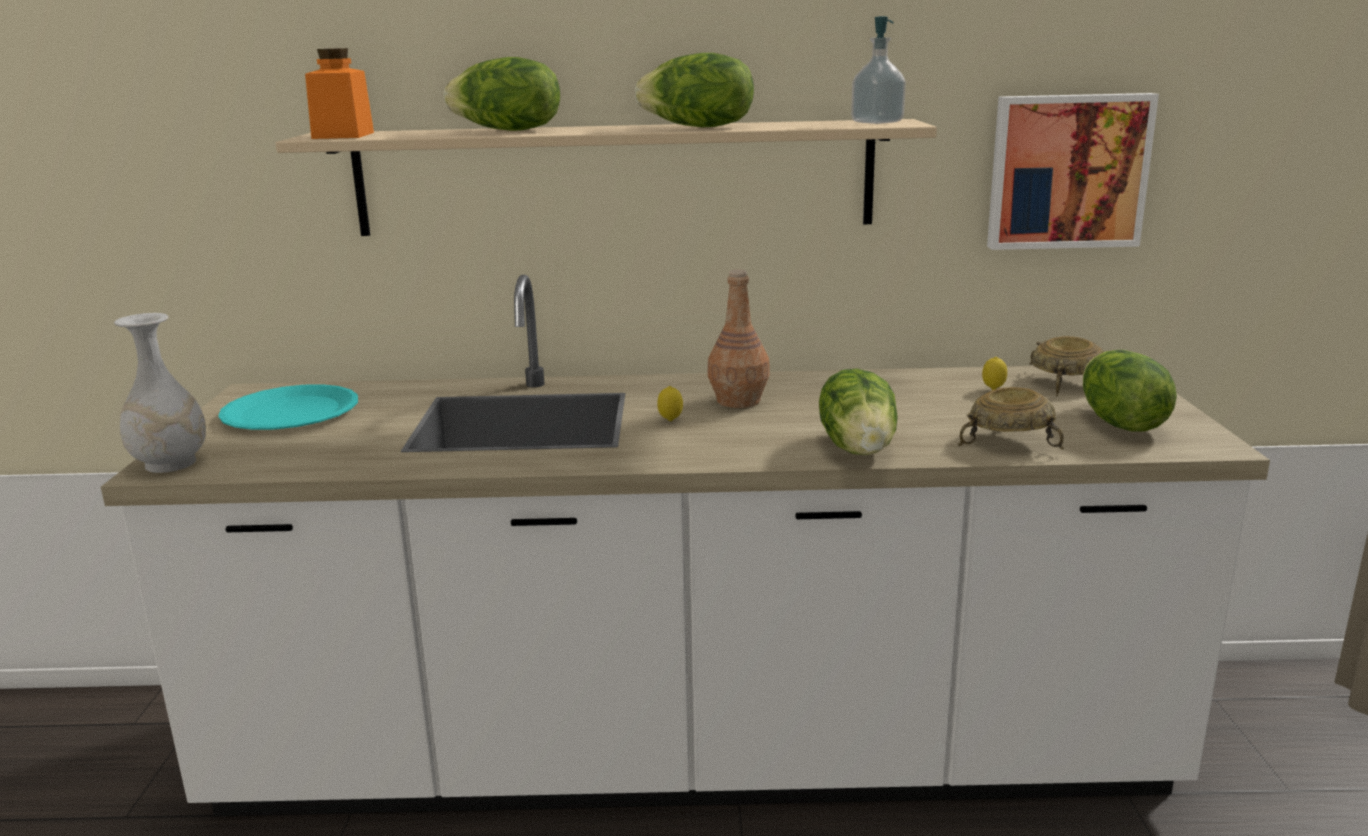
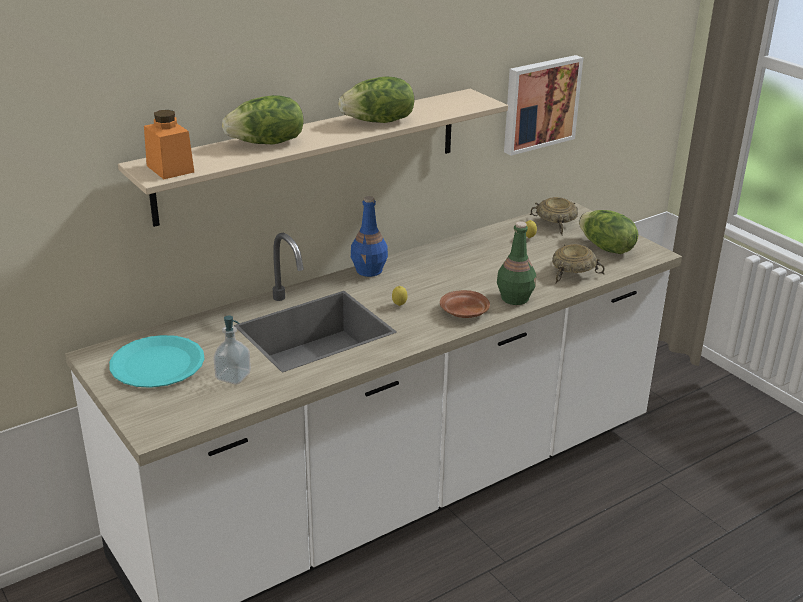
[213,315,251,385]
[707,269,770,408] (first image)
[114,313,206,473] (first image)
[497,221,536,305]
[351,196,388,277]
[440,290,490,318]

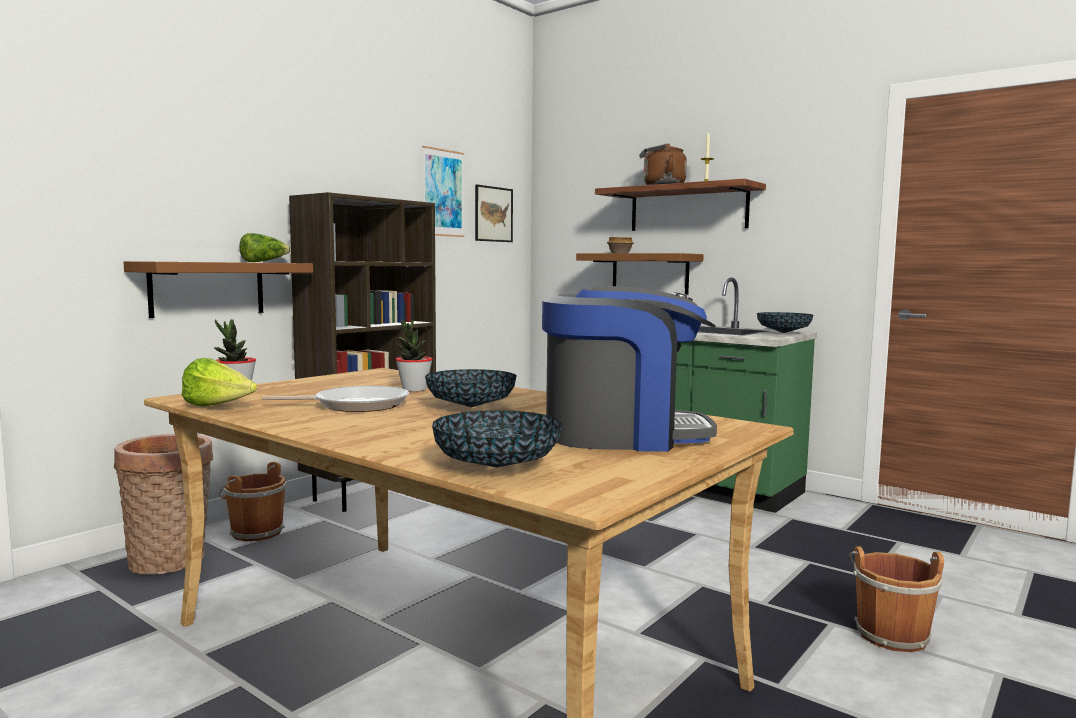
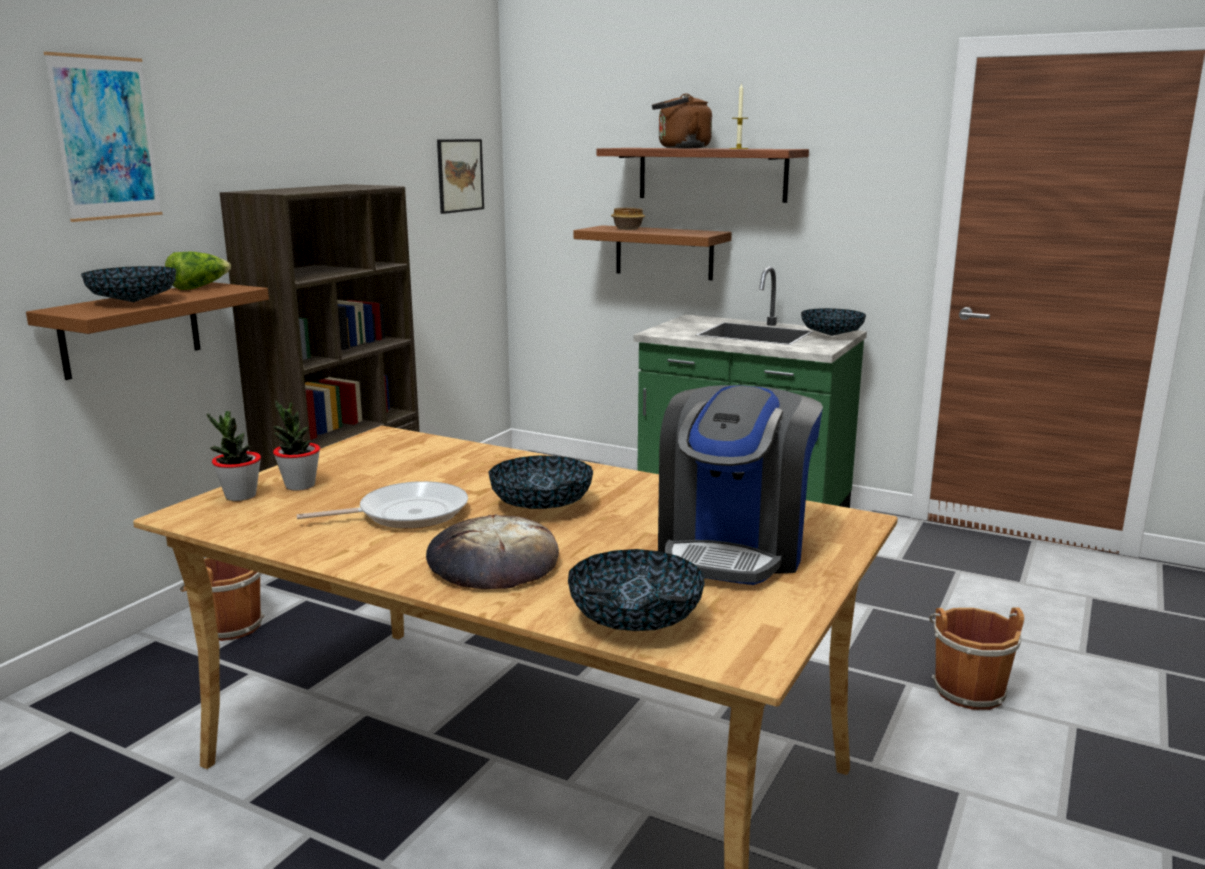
[44,52,163,222]
[658,385,823,585]
[273,401,320,491]
[182,358,257,406] (first image)
[114,434,213,575] (first image)
[81,266,176,302]
[426,514,559,589]

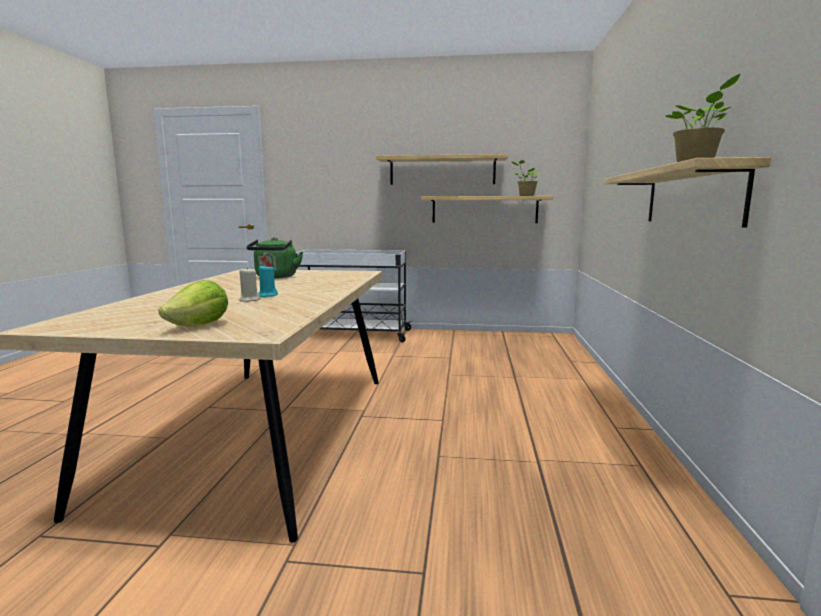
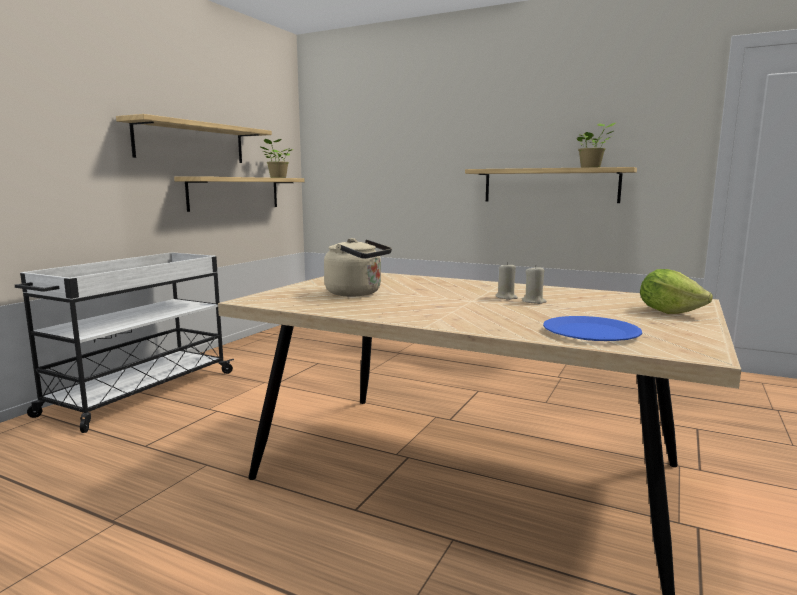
[324,238,392,297]
[496,262,518,300]
[543,316,642,341]

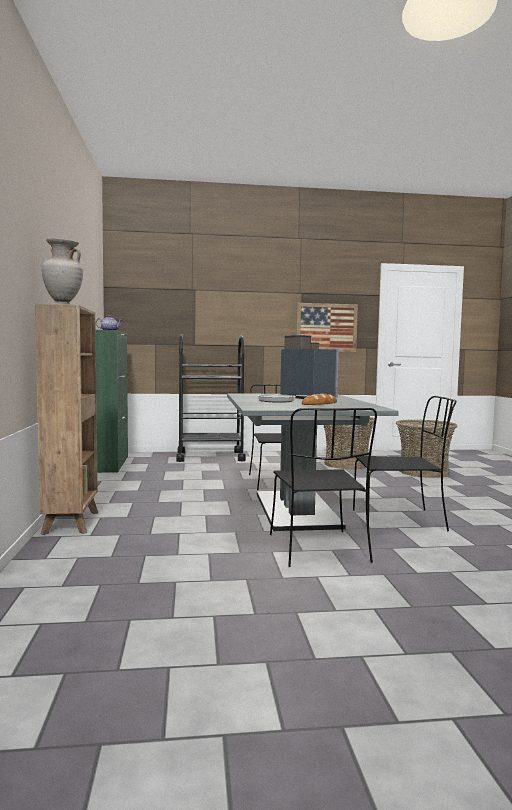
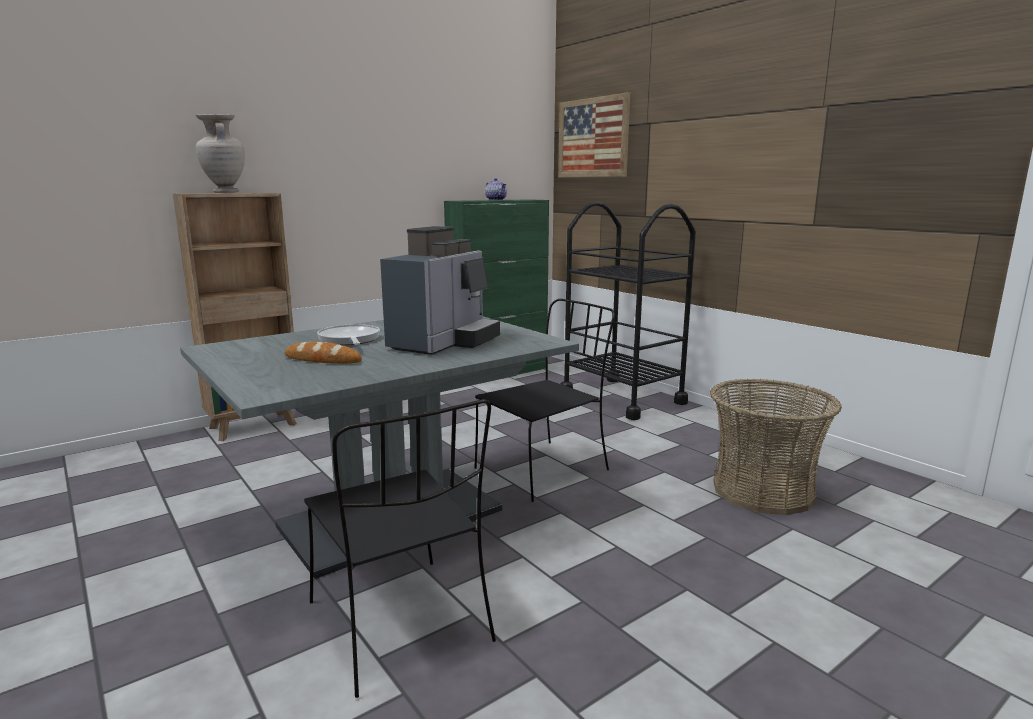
[558,92,630,178]
[270,408,377,567] (first image)
[396,419,458,478] (first image)

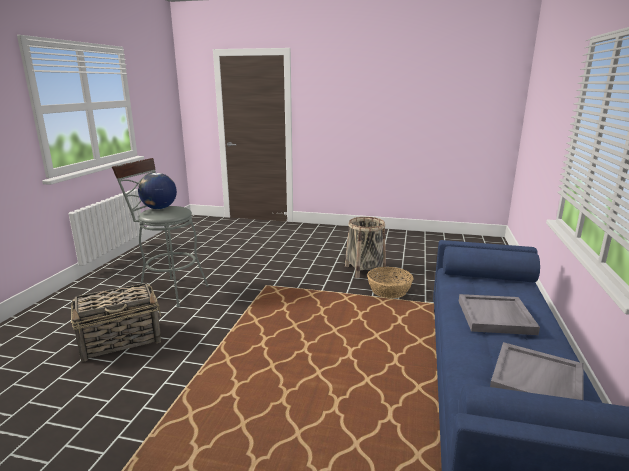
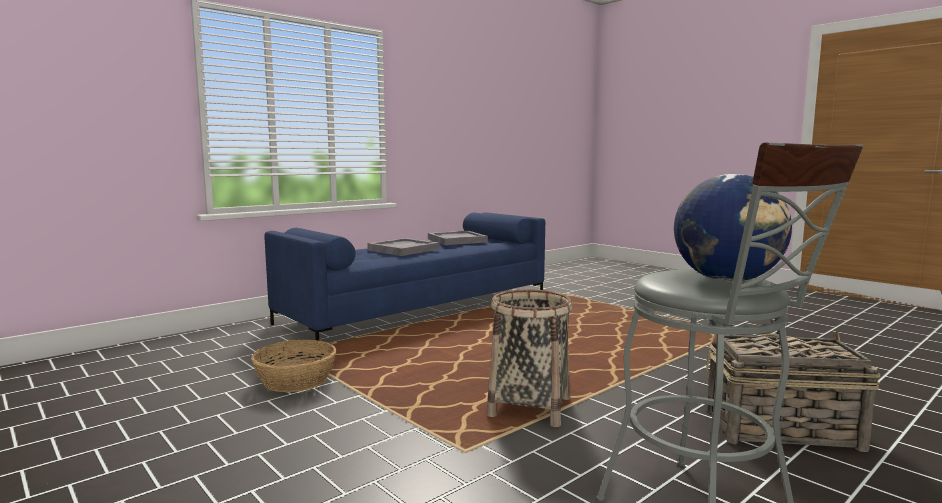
[487,289,572,427]

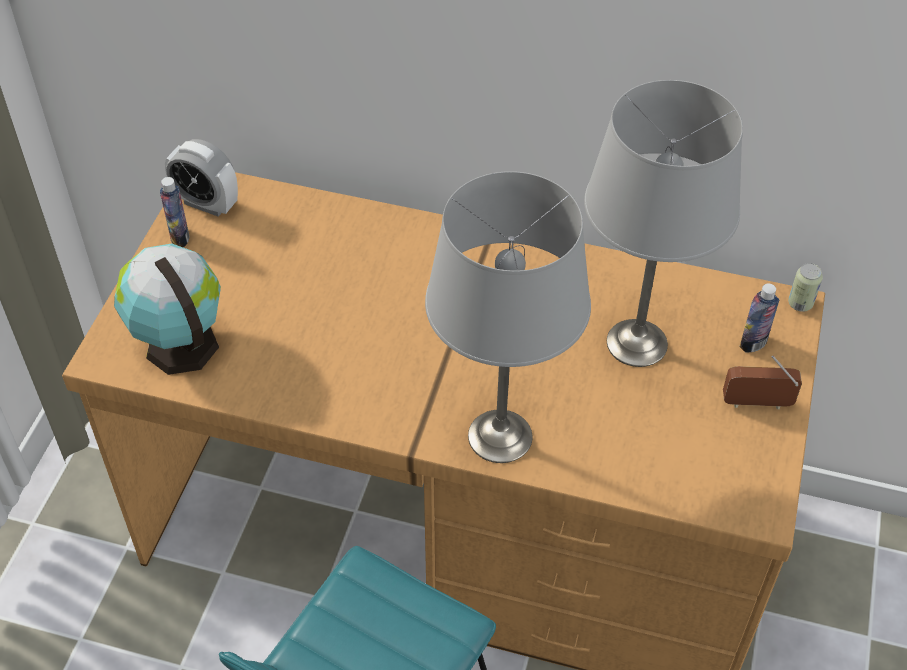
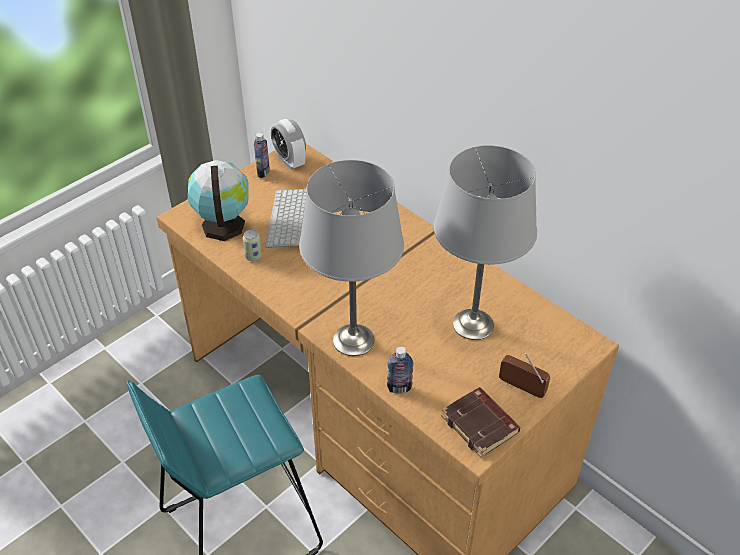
[243,230,262,261]
[387,346,414,394]
[265,188,307,248]
[441,387,521,458]

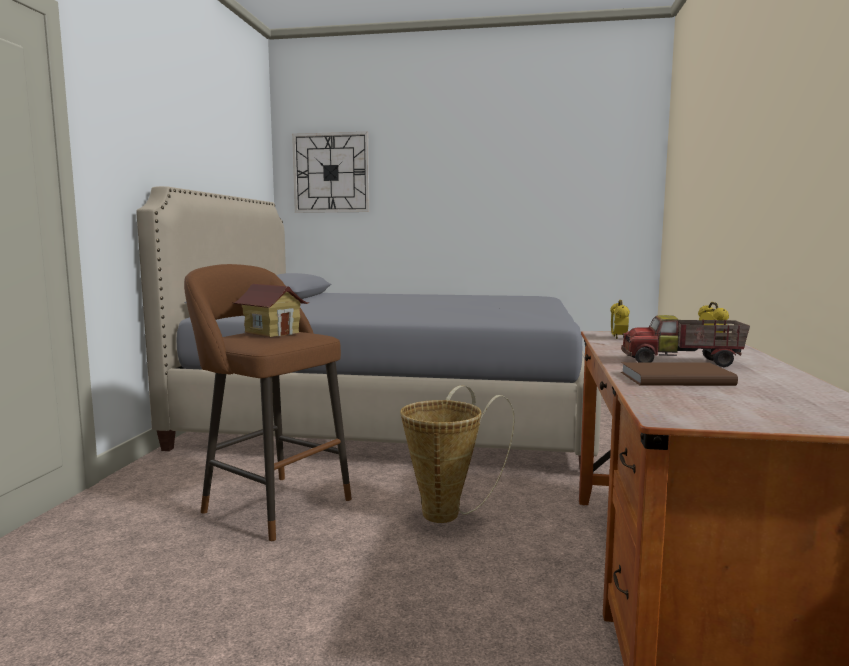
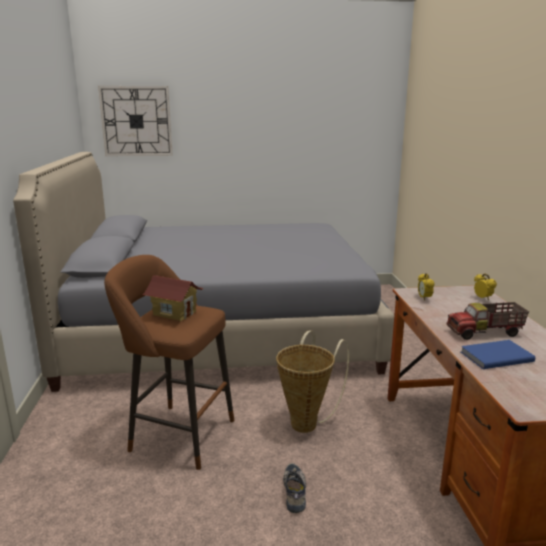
[461,340,535,369]
[283,463,306,513]

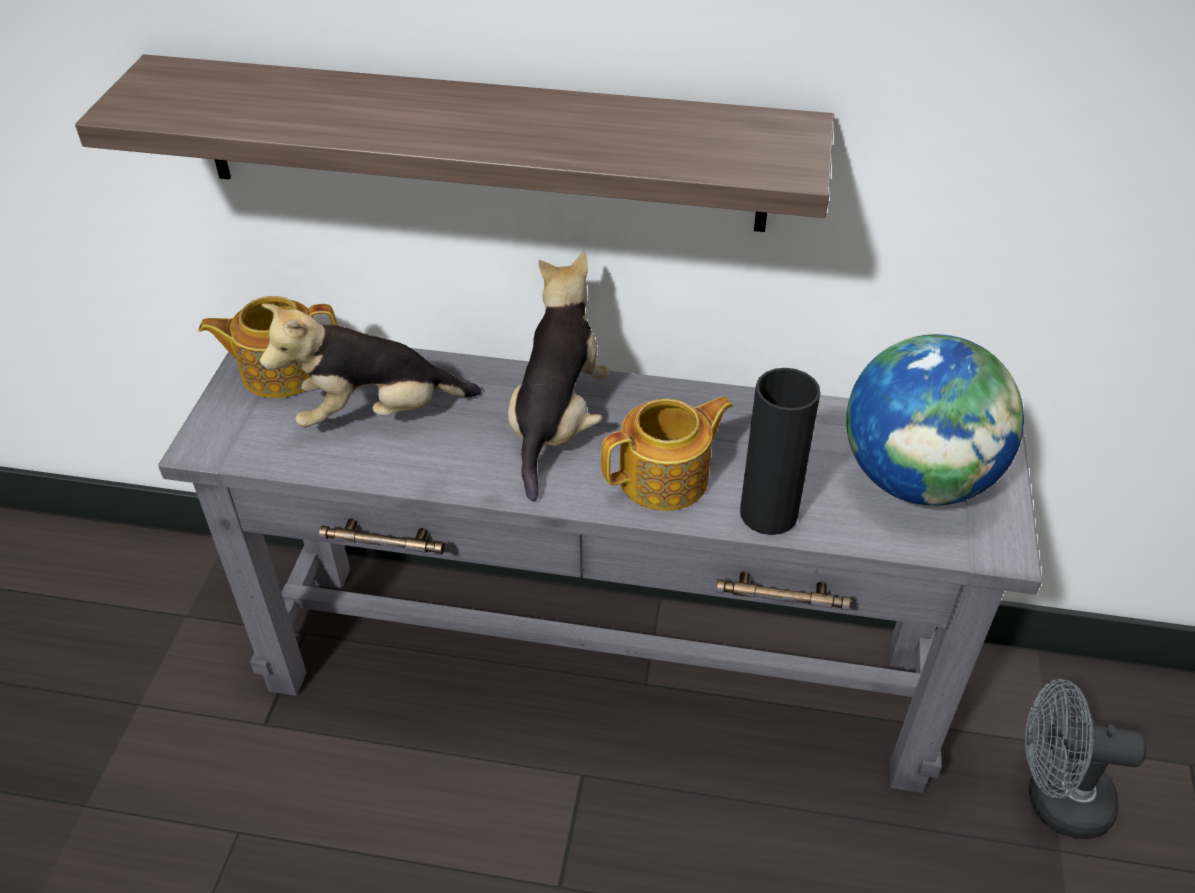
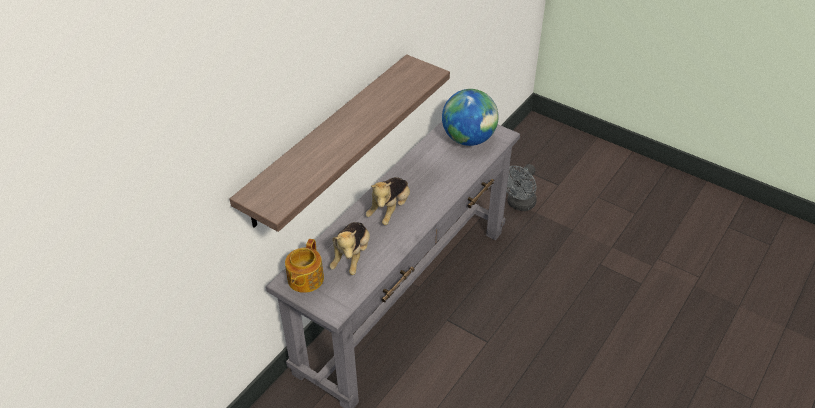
[366,177,410,225]
[740,368,820,535] (first image)
[601,396,734,511] (first image)

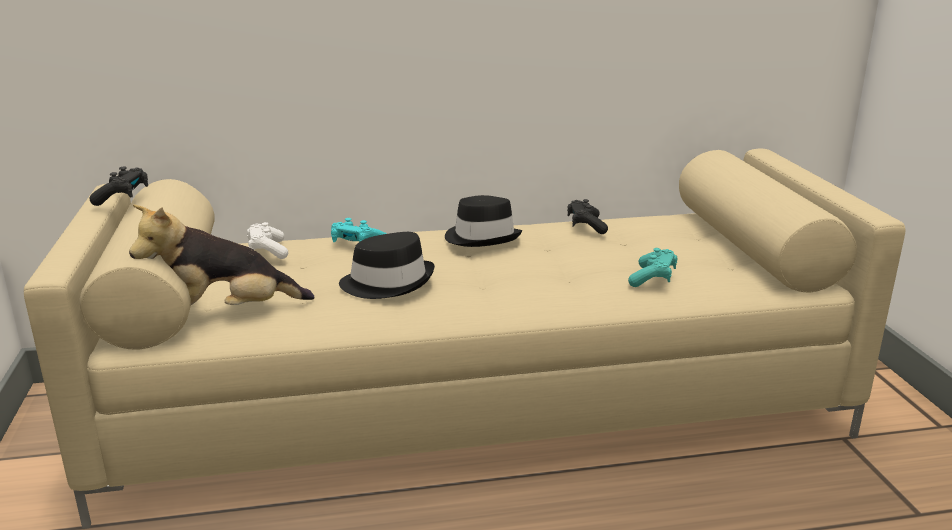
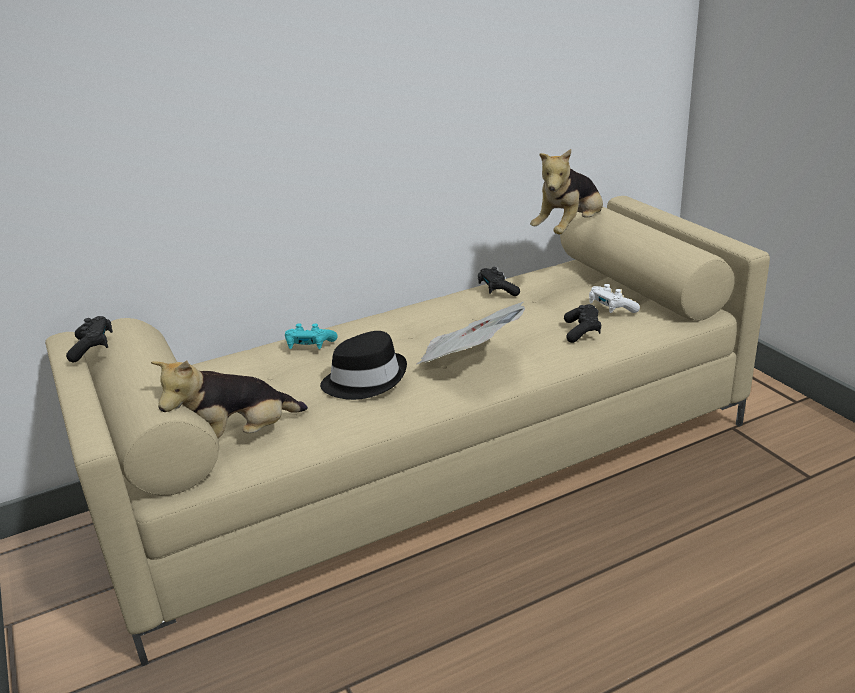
[445,195,522,247] (first image)
[589,284,640,313]
[564,304,601,343]
[530,149,603,234]
[416,302,525,365]

